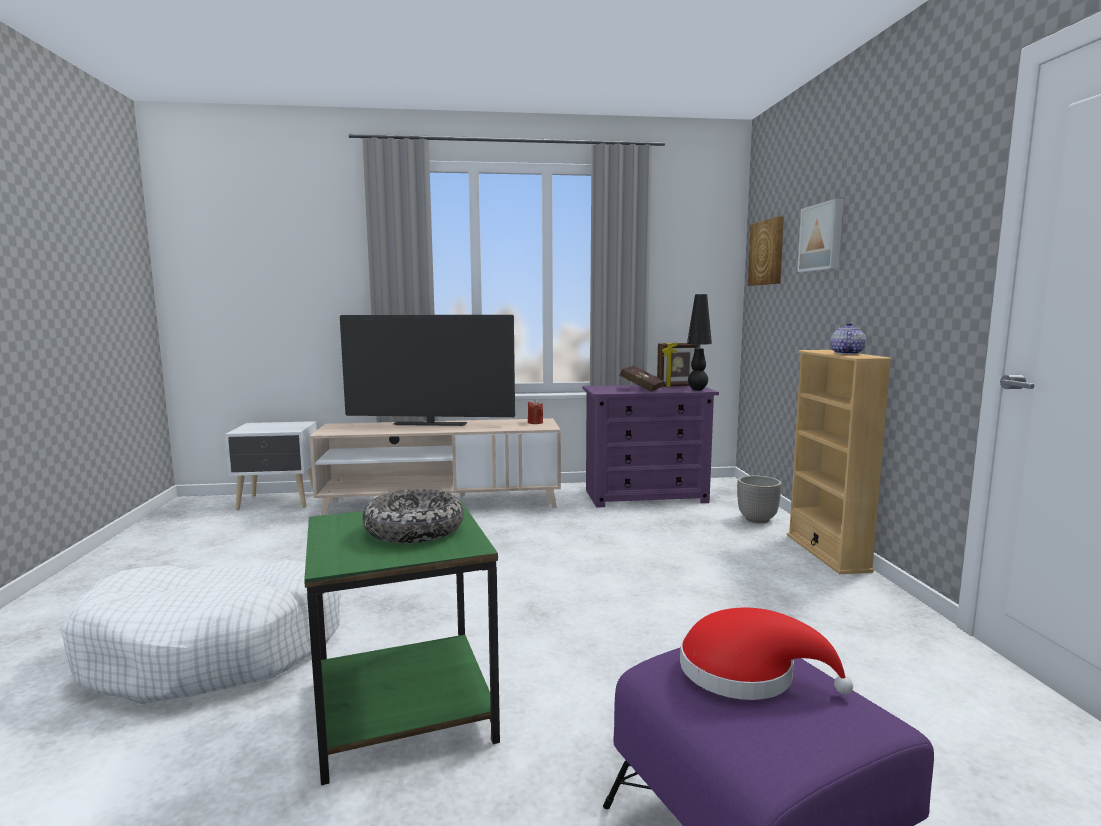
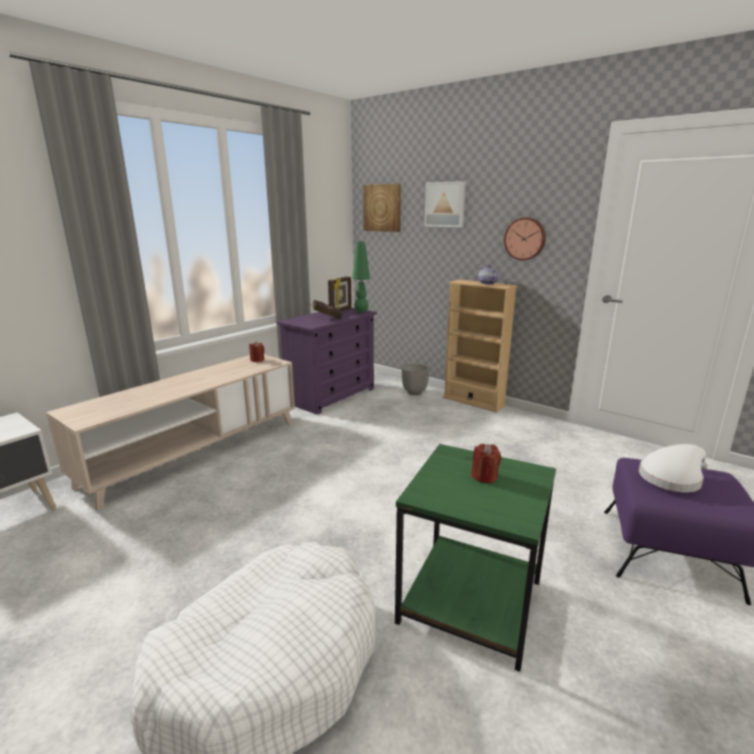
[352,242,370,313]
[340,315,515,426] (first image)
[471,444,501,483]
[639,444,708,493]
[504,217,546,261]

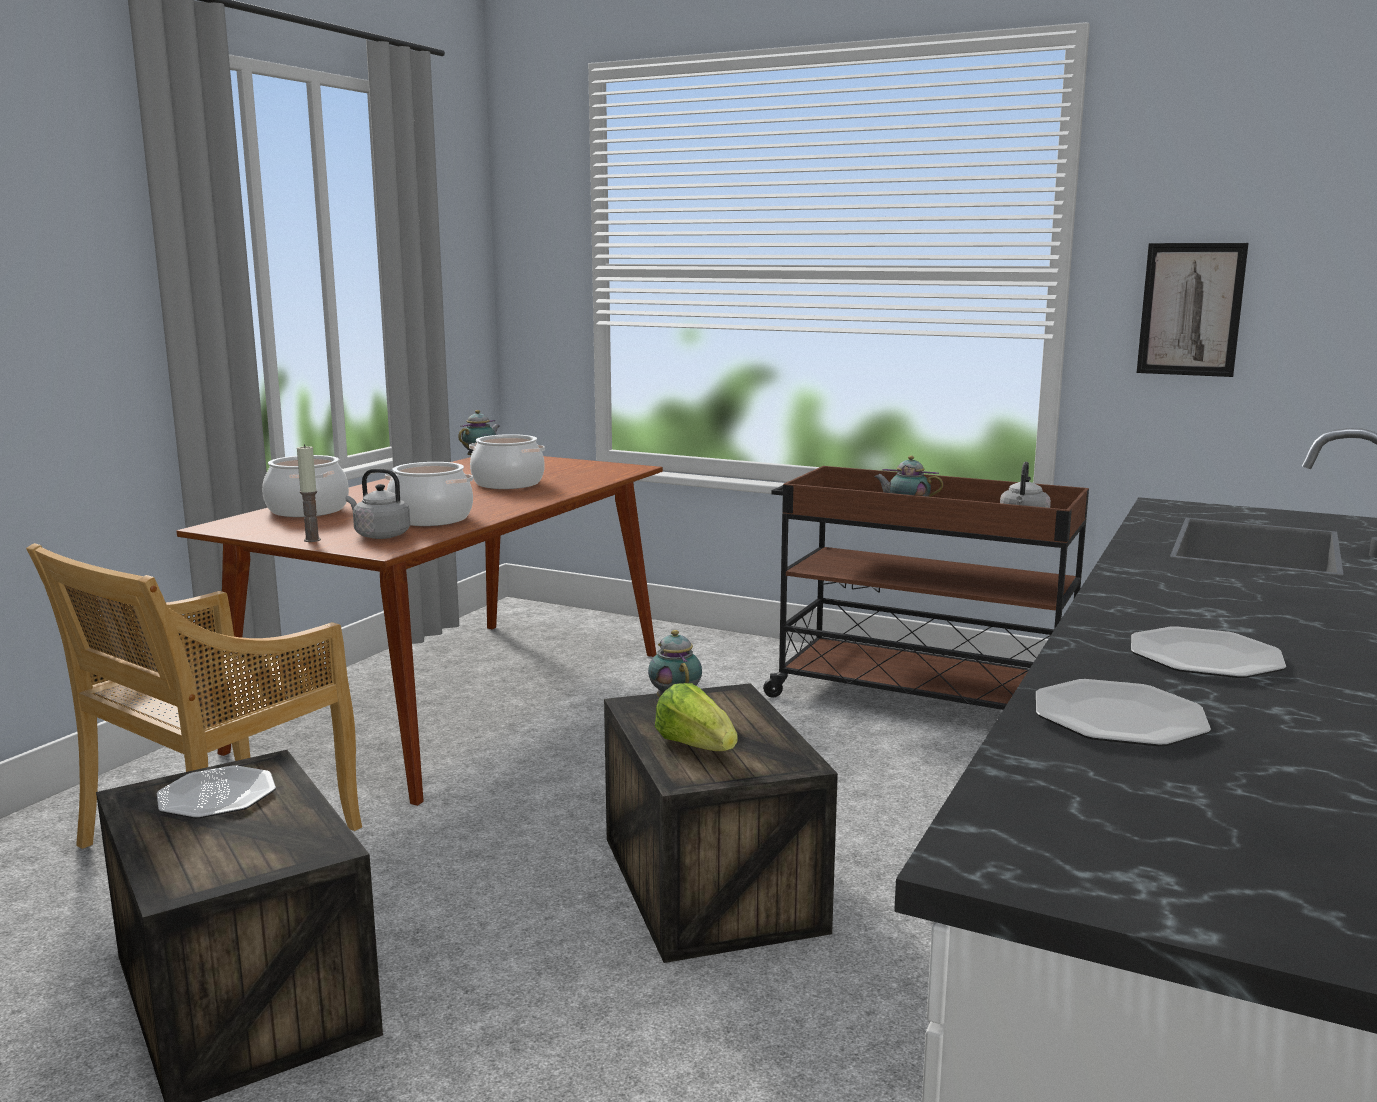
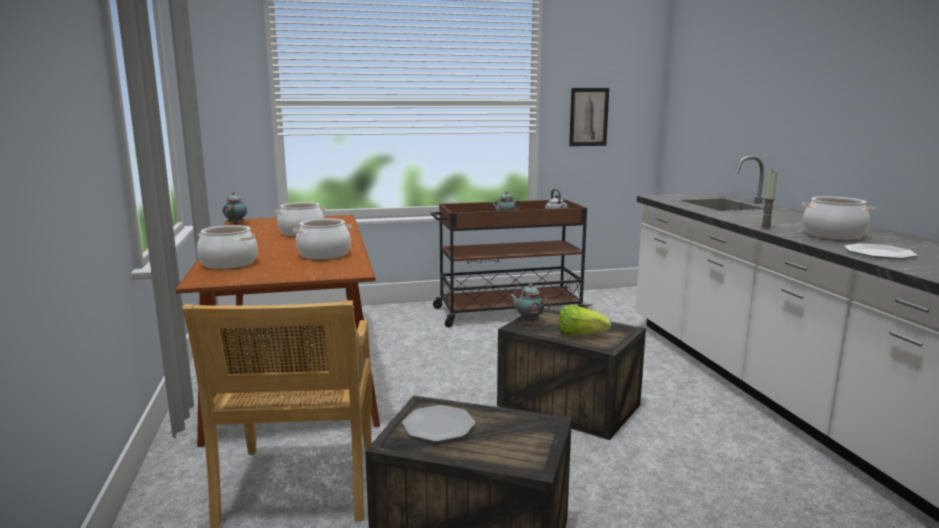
[761,170,778,229]
[346,469,410,539] (first image)
[802,197,875,240]

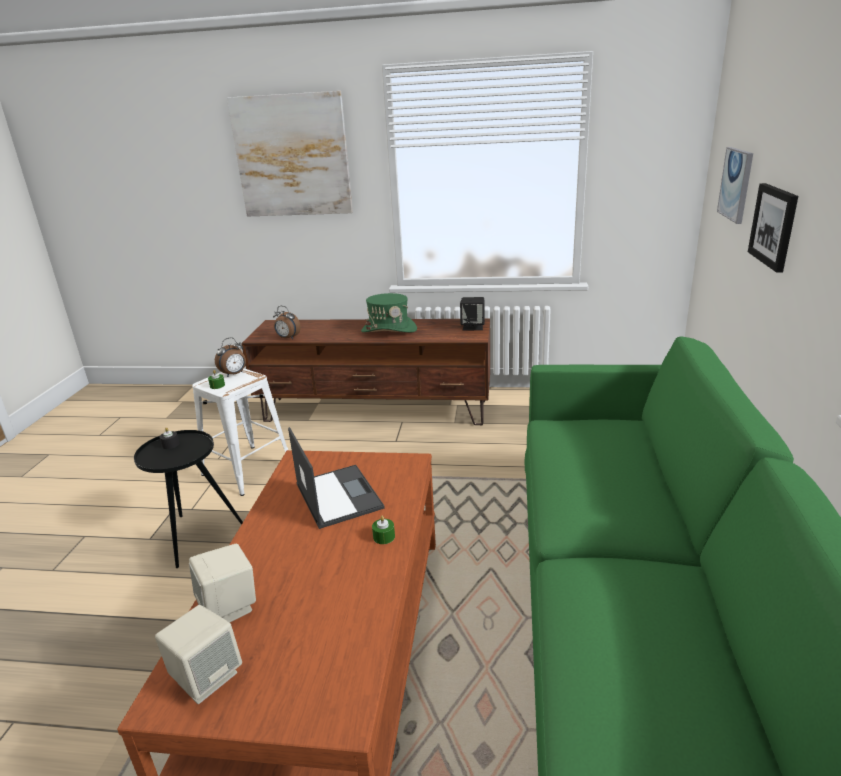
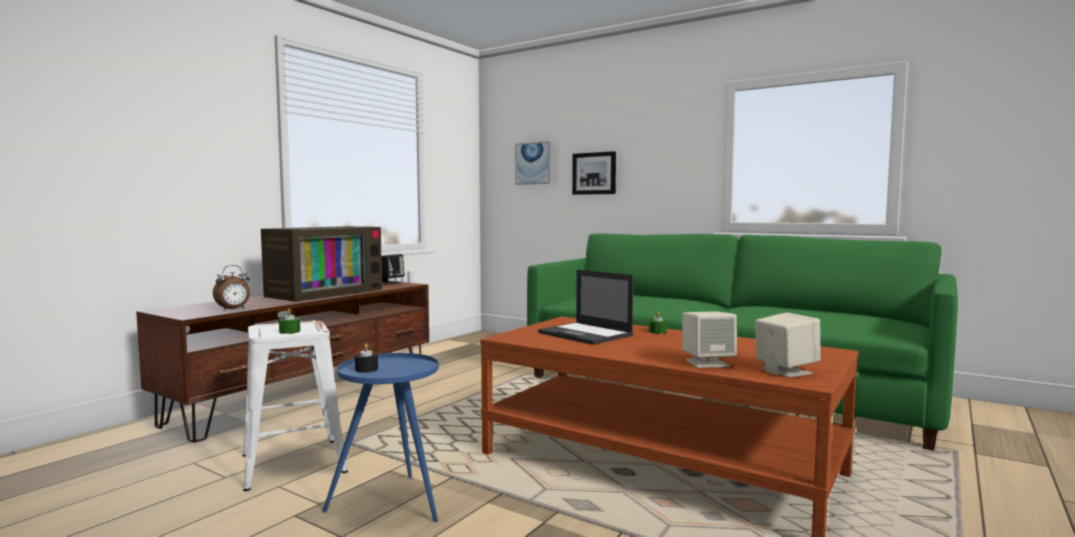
[227,91,353,217] (first image)
[261,226,382,302]
[215,337,246,377] (first image)
[538,270,633,345]
[323,353,439,522]

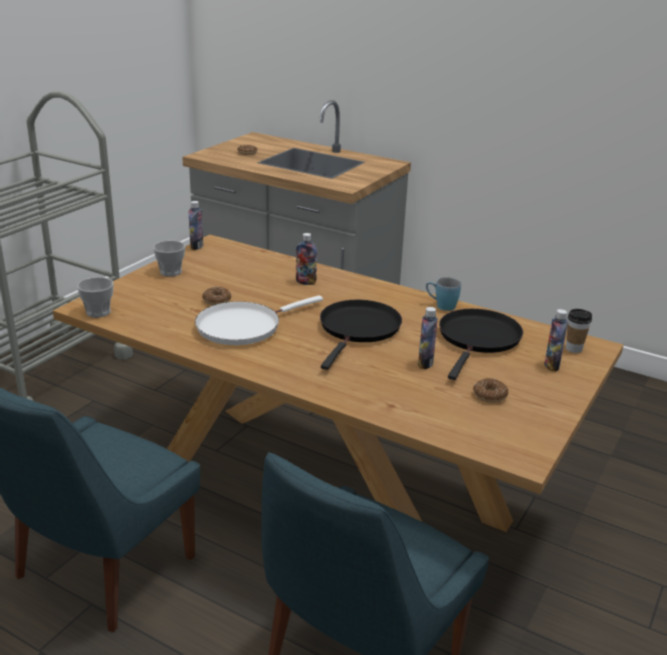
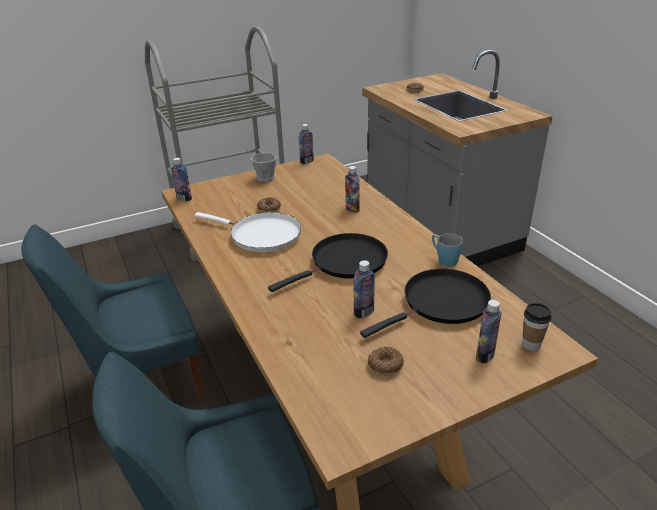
[171,158,192,201]
[195,212,302,252]

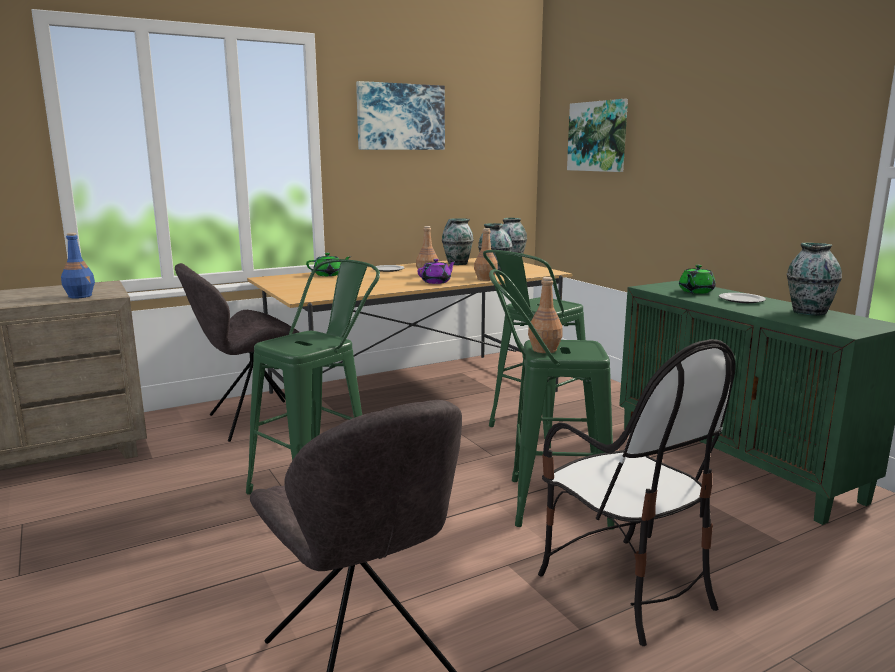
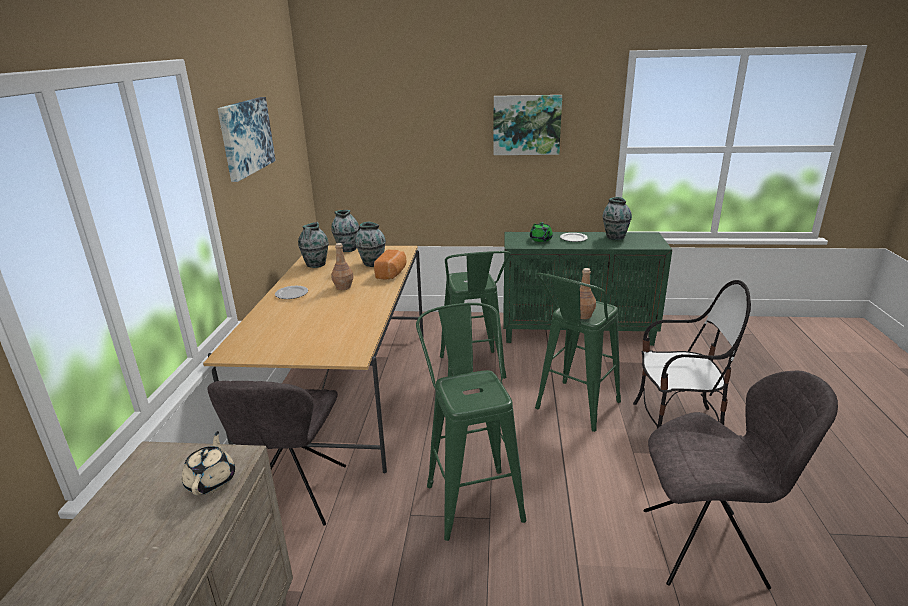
[493,95,562,155]
[374,250,407,279]
[182,431,235,496]
[306,253,352,276] (first image)
[418,259,456,284] (first image)

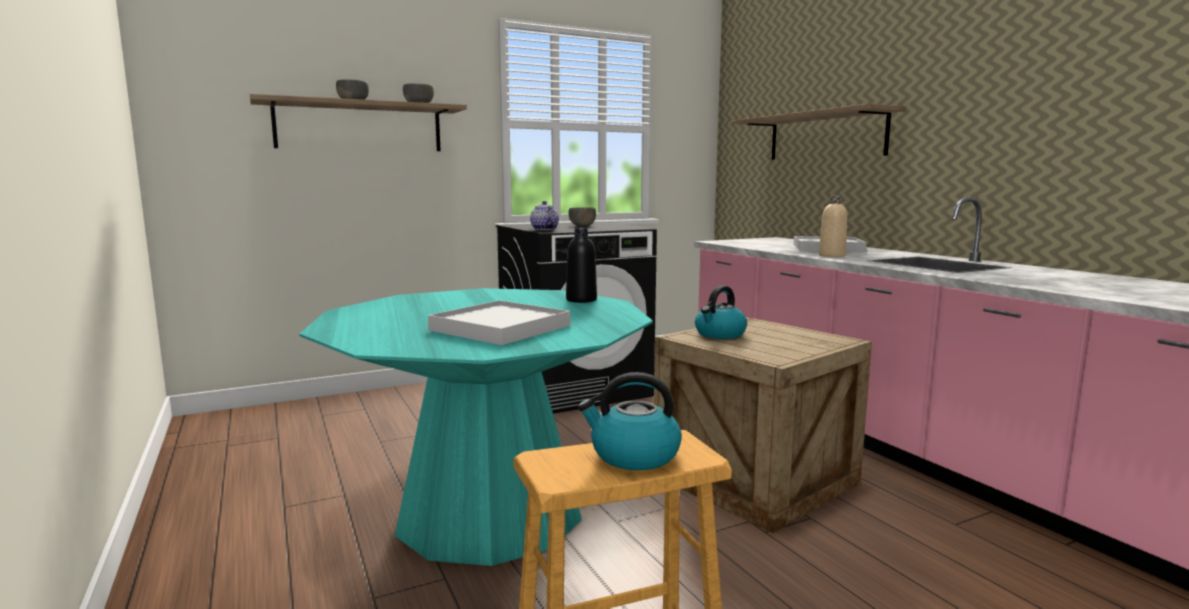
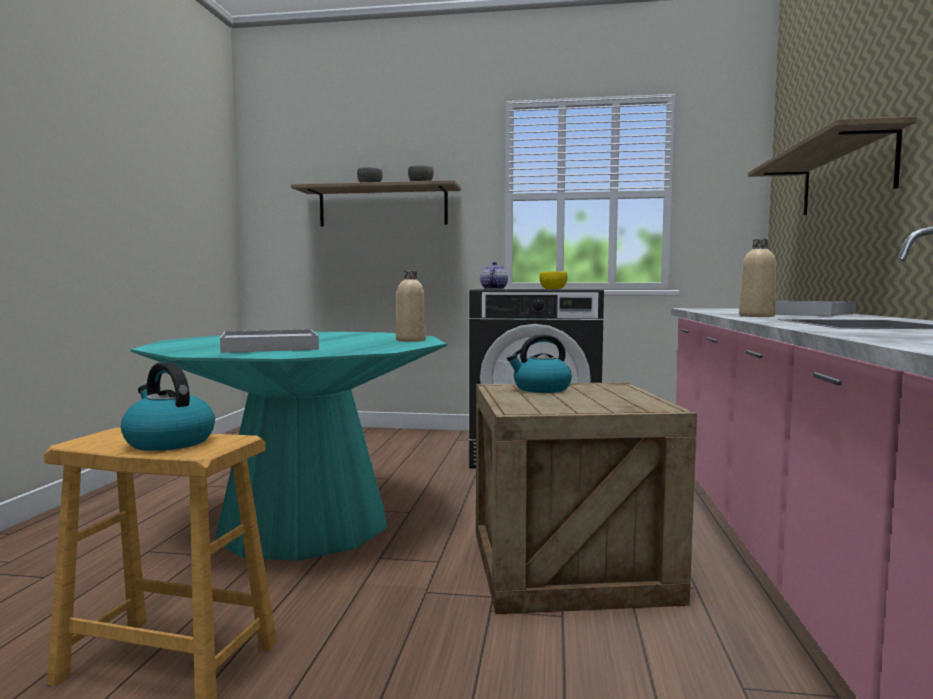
[540,271,568,289]
[396,270,426,342]

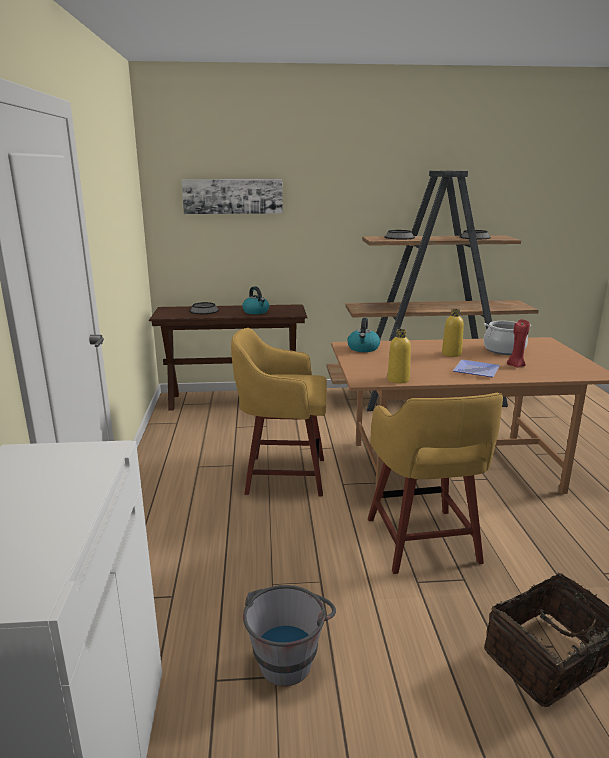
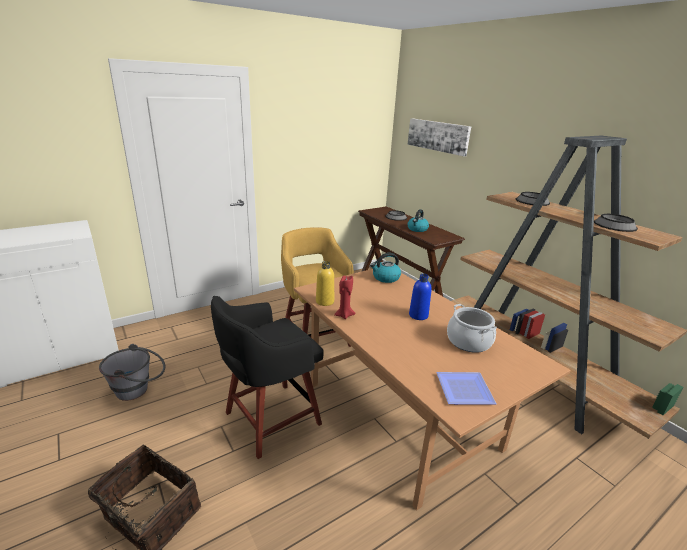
[409,273,432,320]
[334,275,355,319]
[436,372,497,405]
[211,296,324,459]

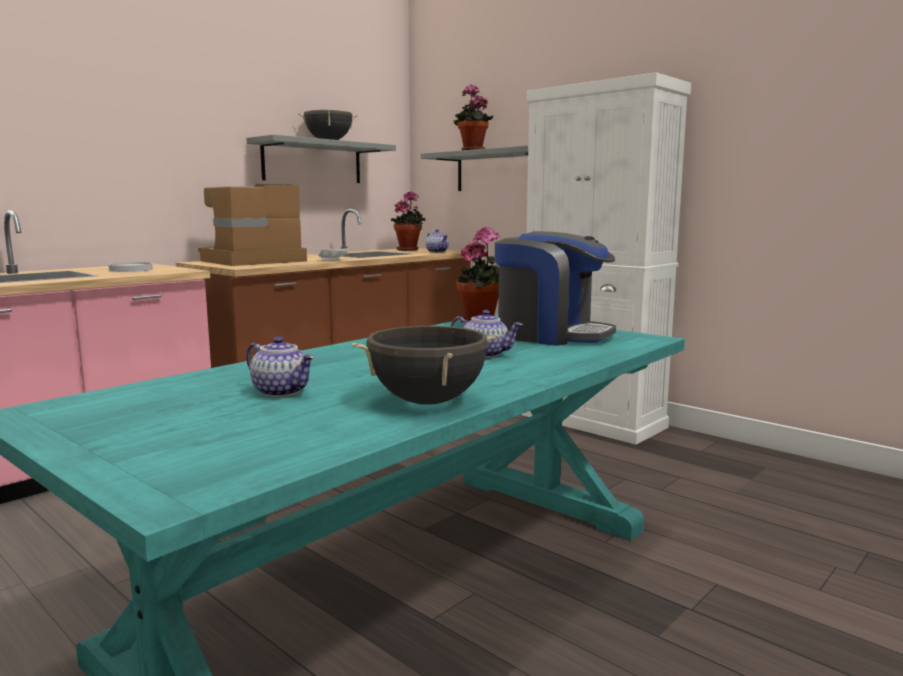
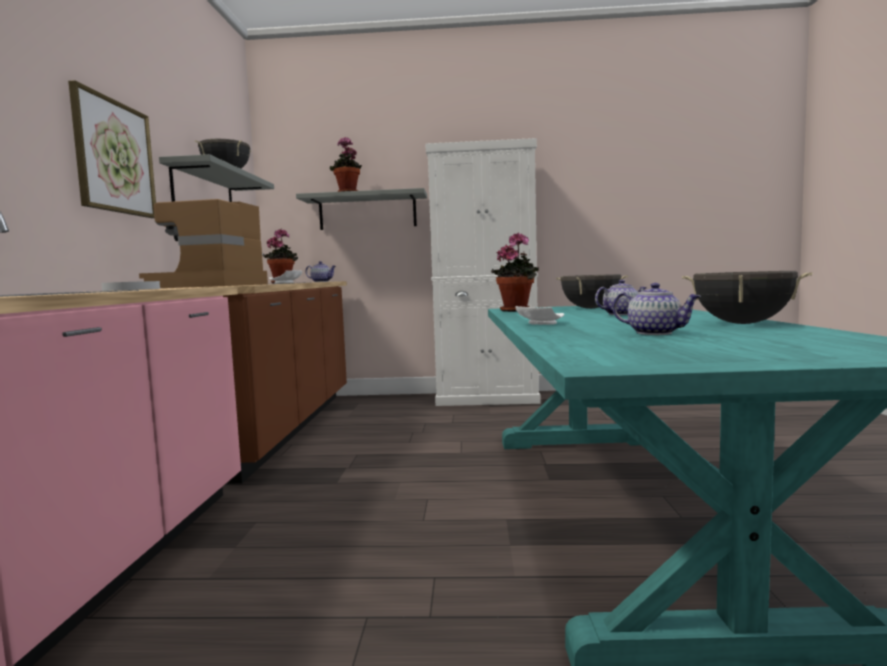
[556,274,628,309]
[613,283,701,335]
[68,80,156,218]
[516,306,564,325]

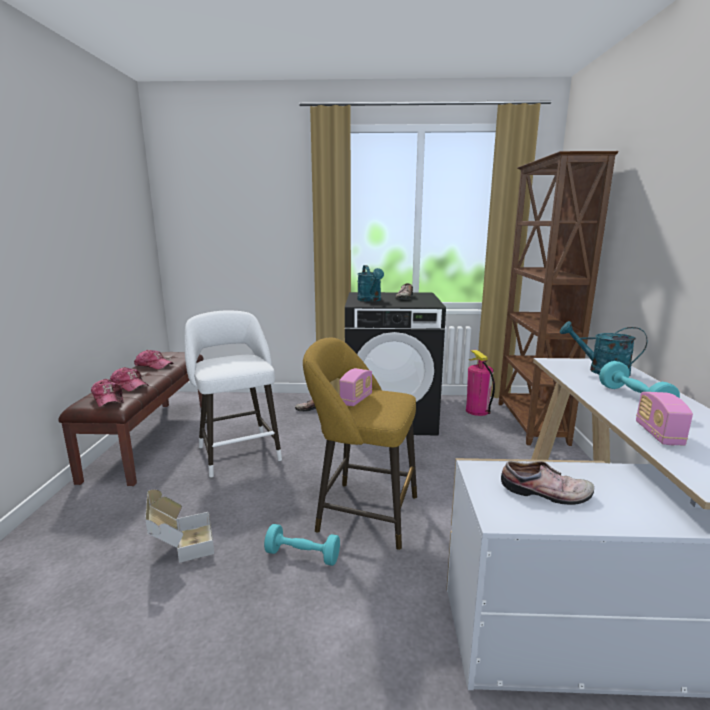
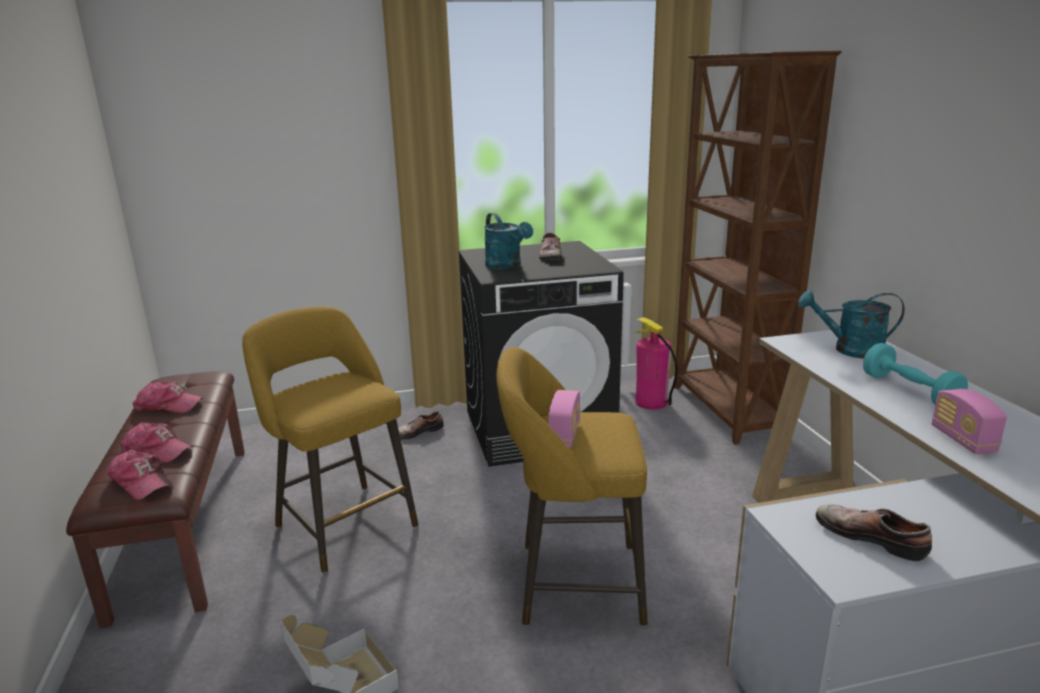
[242,306,418,573]
[816,504,932,561]
[264,524,340,566] (first image)

